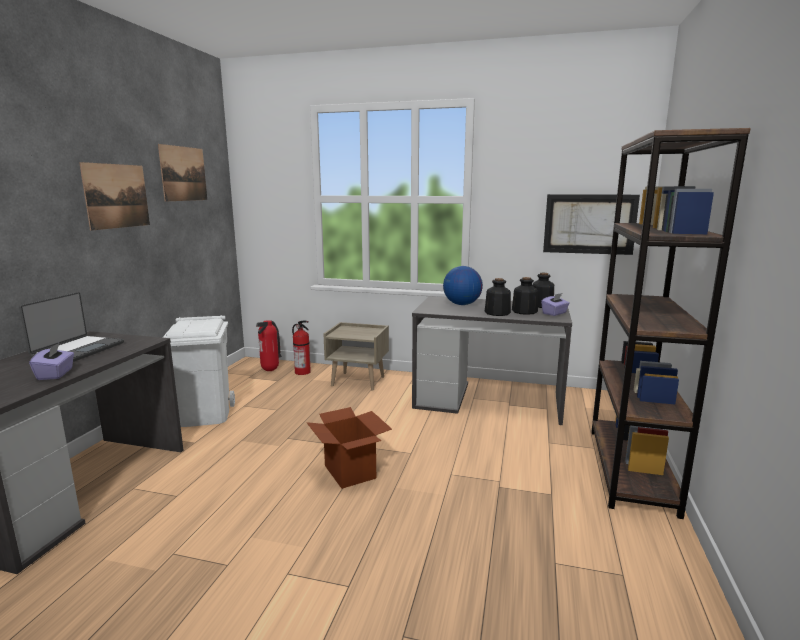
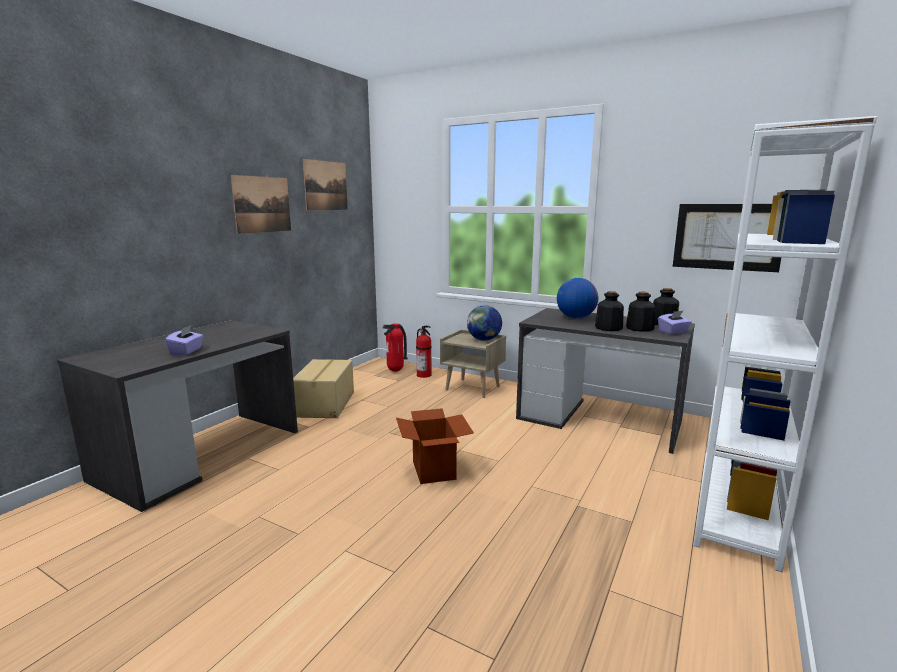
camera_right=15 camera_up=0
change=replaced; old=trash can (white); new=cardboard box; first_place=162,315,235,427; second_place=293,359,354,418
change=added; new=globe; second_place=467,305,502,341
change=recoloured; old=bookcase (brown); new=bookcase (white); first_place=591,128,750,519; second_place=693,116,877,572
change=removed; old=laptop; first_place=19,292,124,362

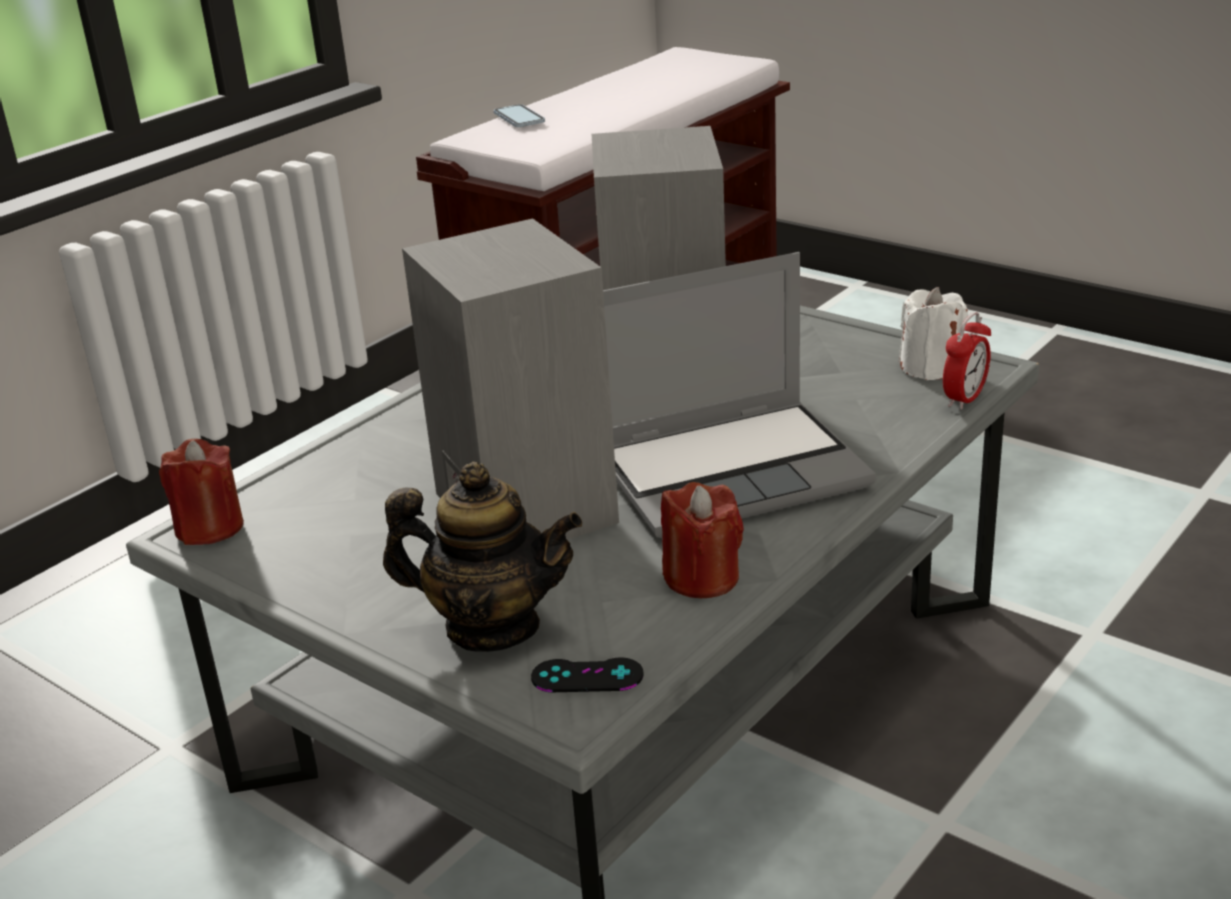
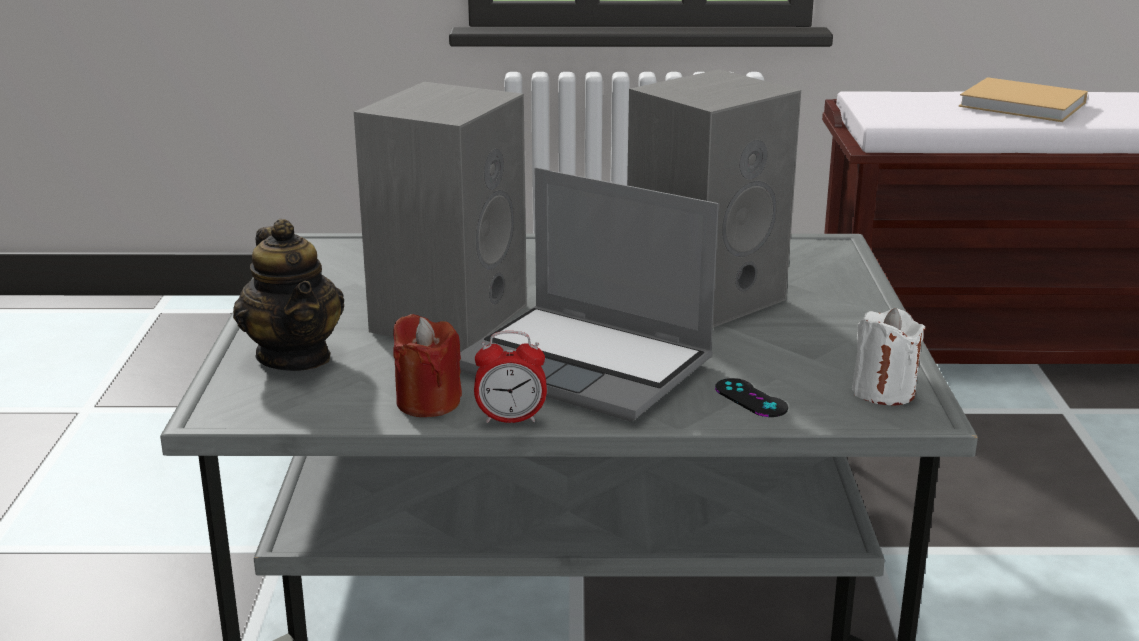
camera_right=50 camera_up=-5
change=moved; old=alarm clock; first_place=943,312,991,410; second_place=474,331,547,423
change=moved; old=game controller (black); first_place=531,657,644,692; second_place=715,378,788,417
change=added; new=book (beige); second_place=959,77,1088,122
change=removed; old=candle (red); first_place=159,439,244,545
change=removed; old=phone; first_place=494,104,545,127

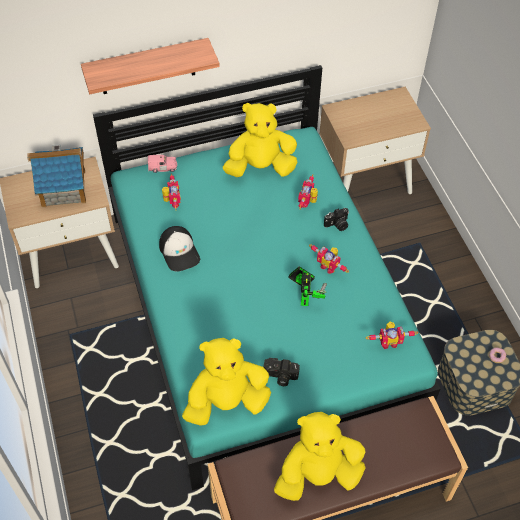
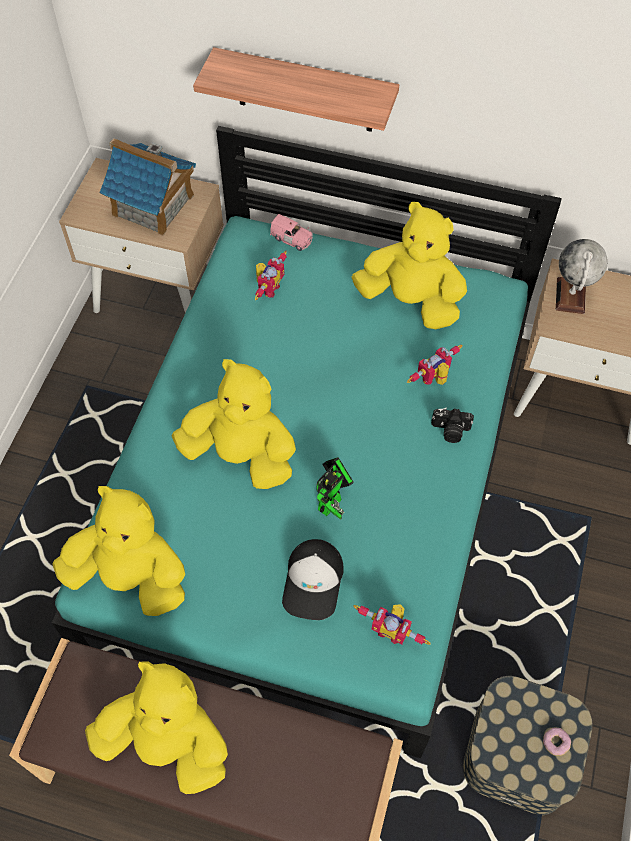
camera_right=35 camera_up=5
change=added; new=plush toy (yellow); second_place=172,359,296,489
change=moved; old=cap; first_place=159,226,200,272; second_place=282,539,344,620
change=added; new=globe; second_place=556,239,608,314
change=removed; old=photo camera; first_place=263,358,300,386
change=removed; old=toy robot; first_place=309,244,349,274

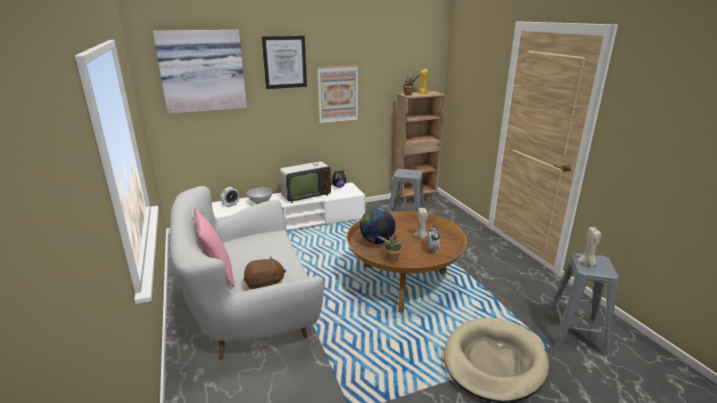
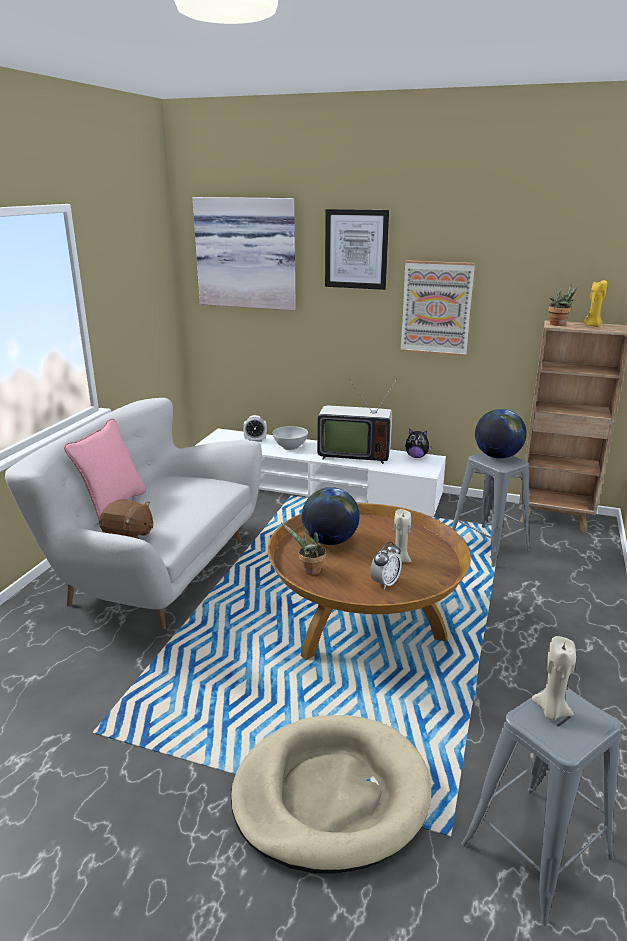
camera_right=40 camera_up=0
change=added; new=globe; second_place=475,409,527,459

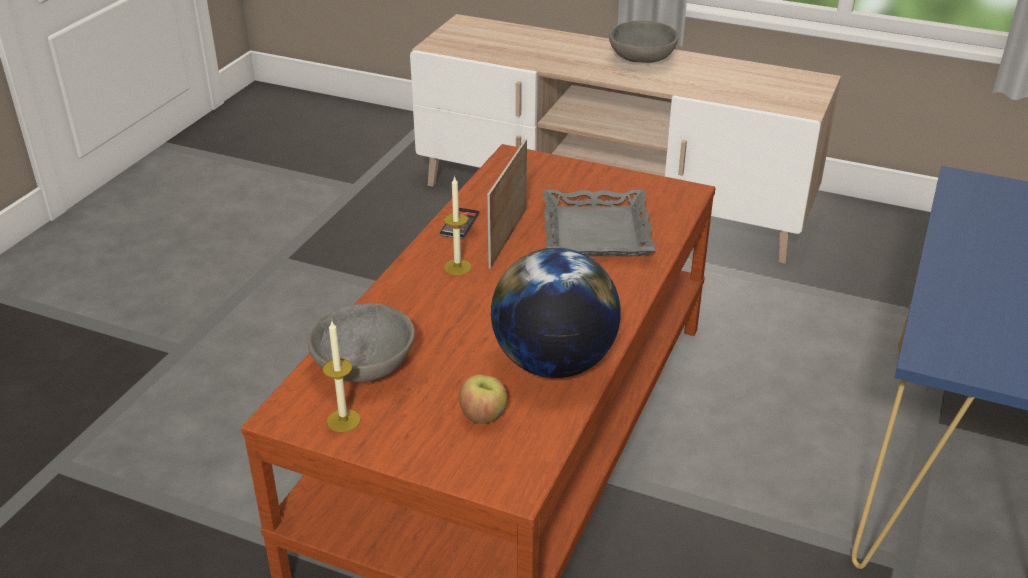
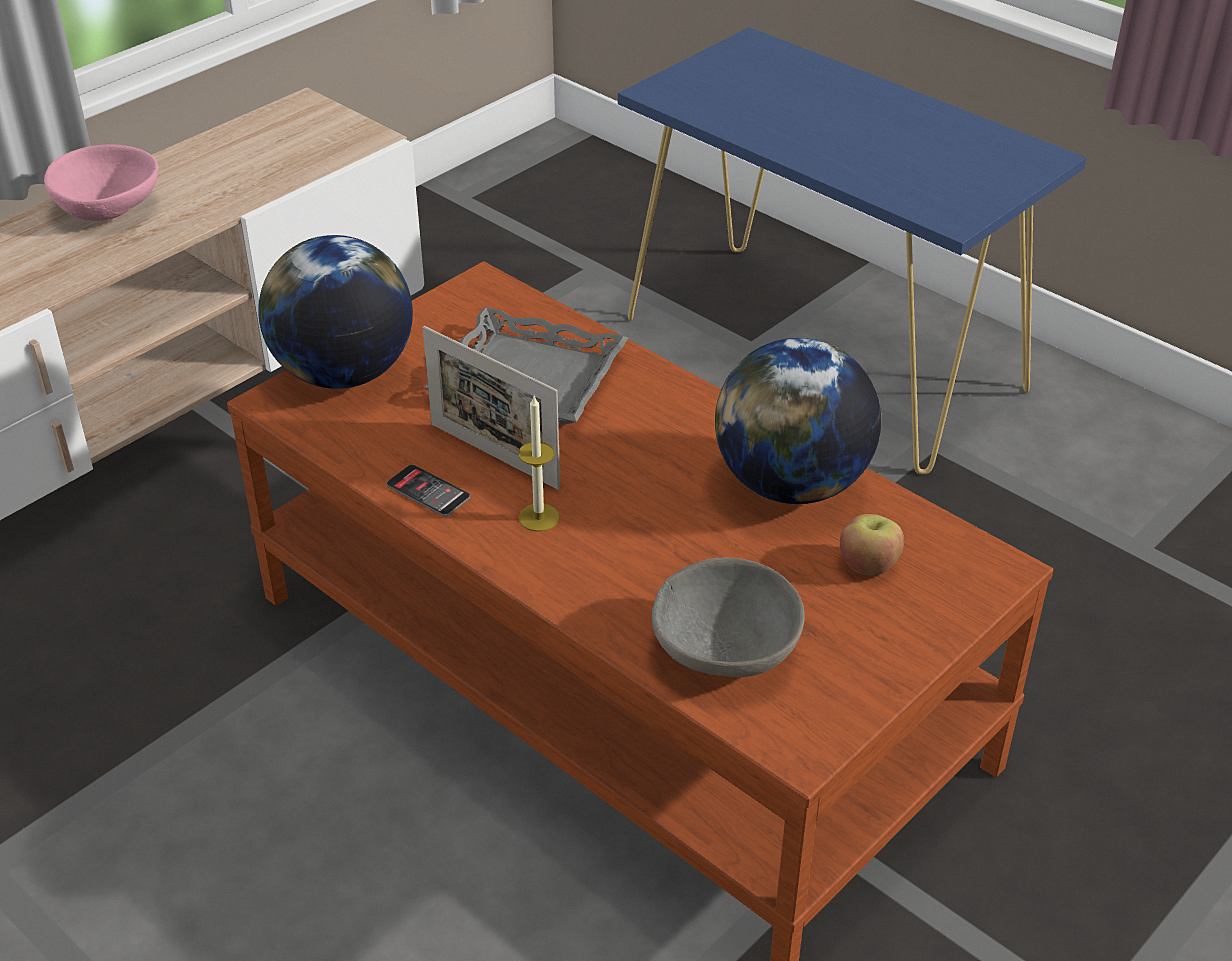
camera_right=-70 camera_up=5
change=recoloured; old=bowl (grey); new=bowl (pink); first_place=609,21,679,63; second_place=44,144,158,221
change=added; new=globe; second_place=258,235,413,389
change=removed; old=candle; first_place=322,321,361,432

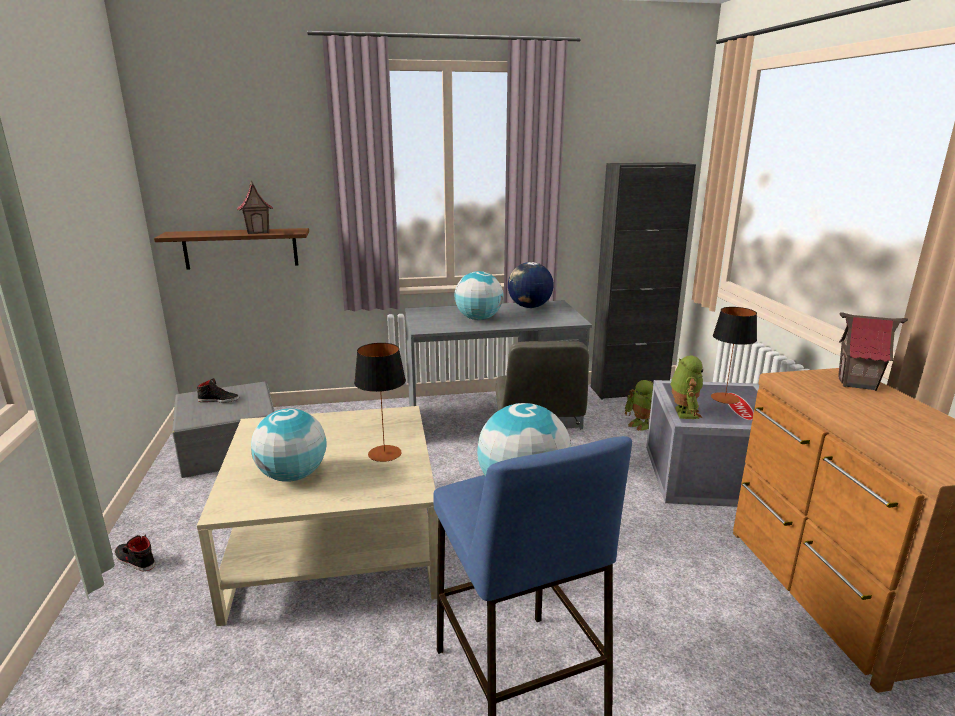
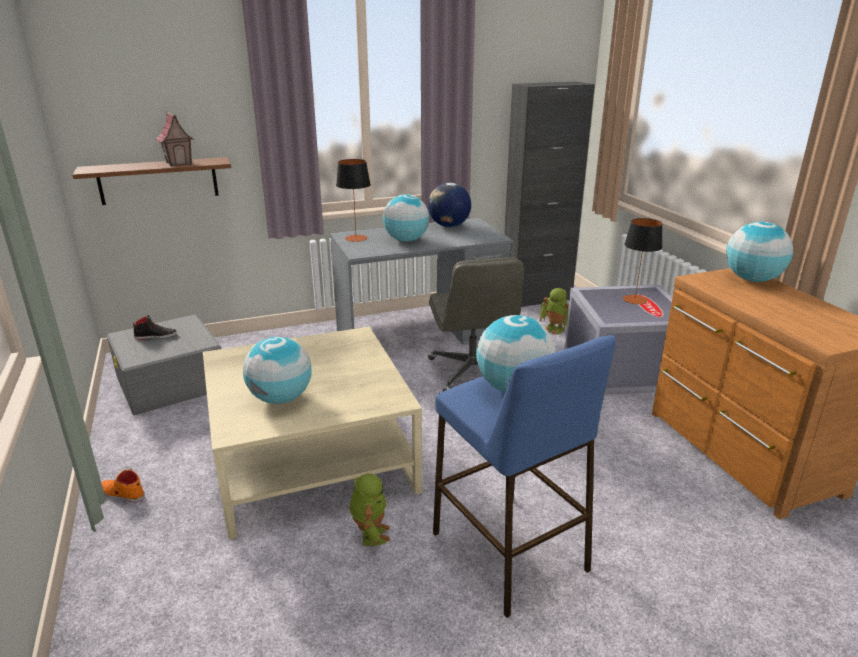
camera_right=-10 camera_up=5
change=recoloured; old=shoe (black); new=shoe (orange); first_place=115,534,155,572; second_place=101,468,145,503
change=moved; old=table lamp; first_place=354,343,406,462; second_place=336,159,371,242
change=moved; old=toy robot; first_place=670,356,703,419; second_place=349,474,390,546
change=replaced; old=toy house; new=globe; first_place=838,312,908,391; second_place=726,221,793,282

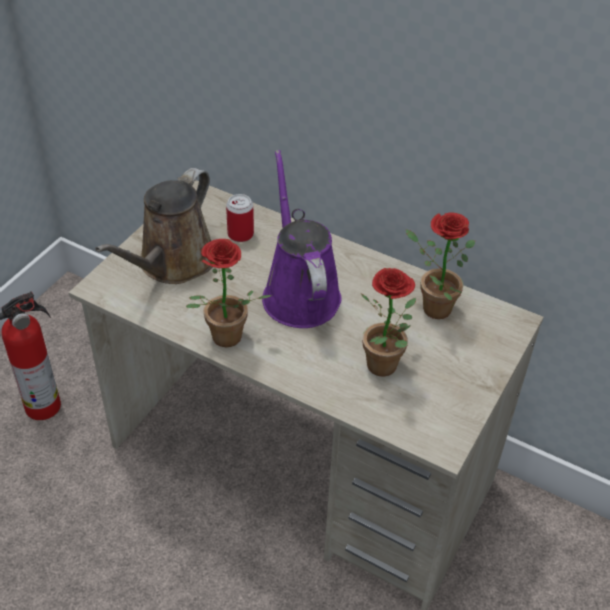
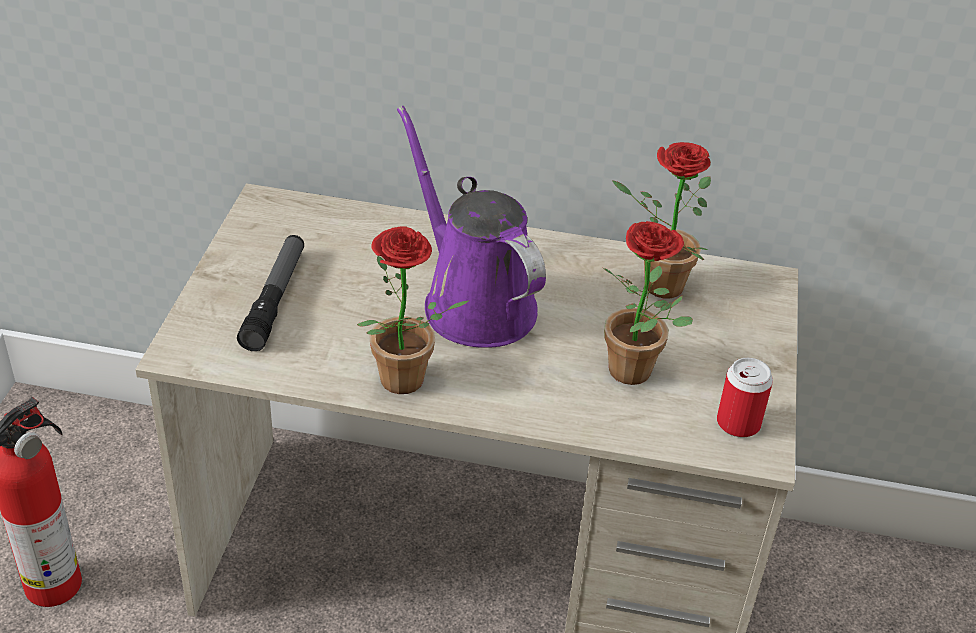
camera_right=-20 camera_up=-5
change=replaced; old=watering can (brown); new=flashlight; first_place=95,168,212,284; second_place=237,235,304,351
change=moved; old=can; first_place=226,194,254,242; second_place=717,358,773,438

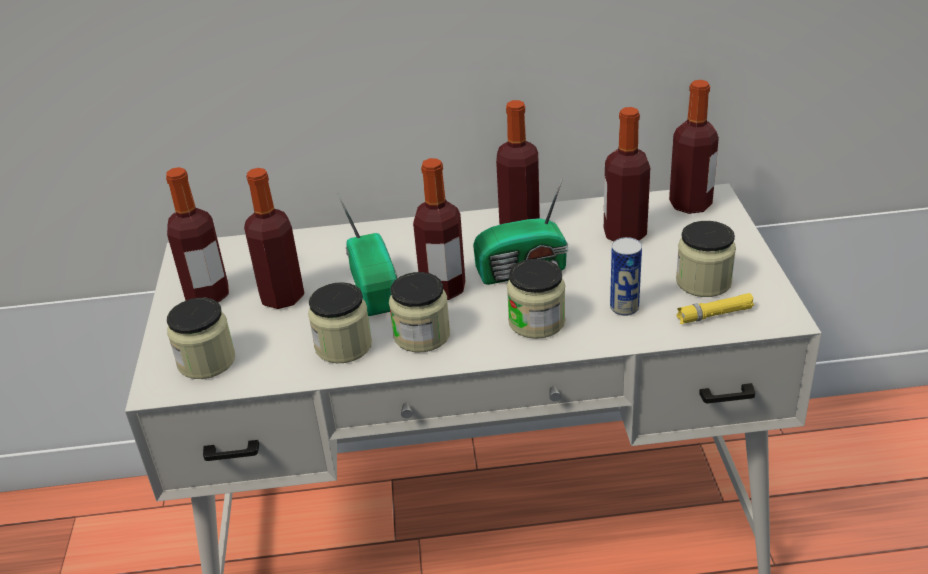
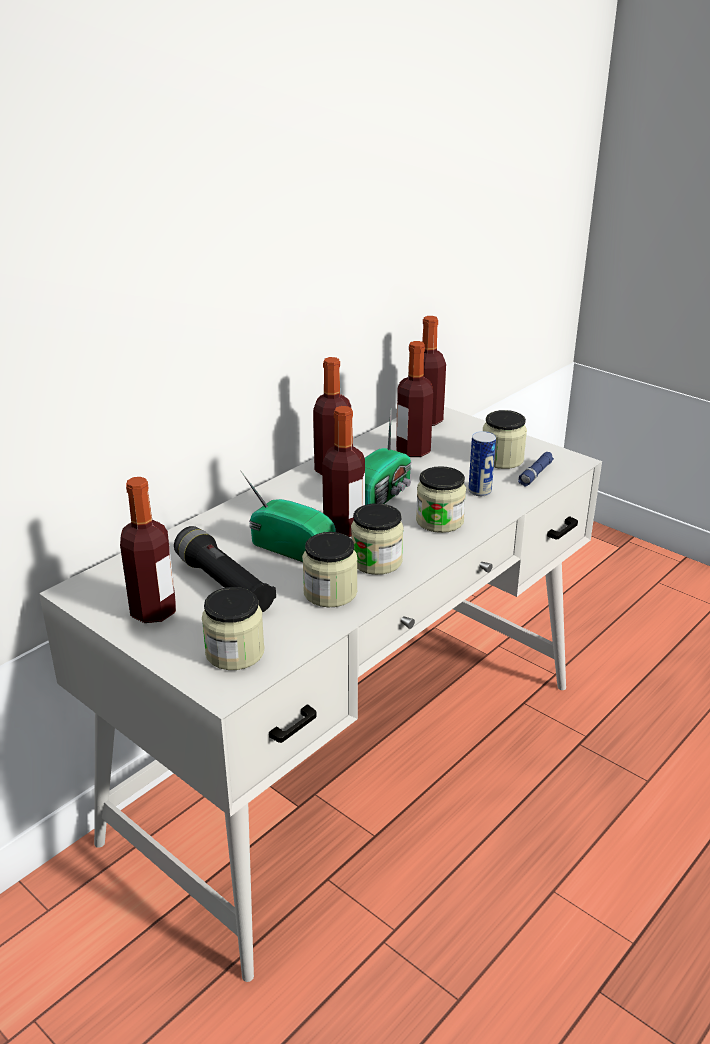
camera_right=-45 camera_up=-5
change=replaced; old=bottle; new=flashlight (black); first_place=244,168,305,309; second_place=174,526,276,613
change=recoloured; old=flashlight (yellow); new=flashlight (blue); first_place=676,293,754,324; second_place=518,452,554,486

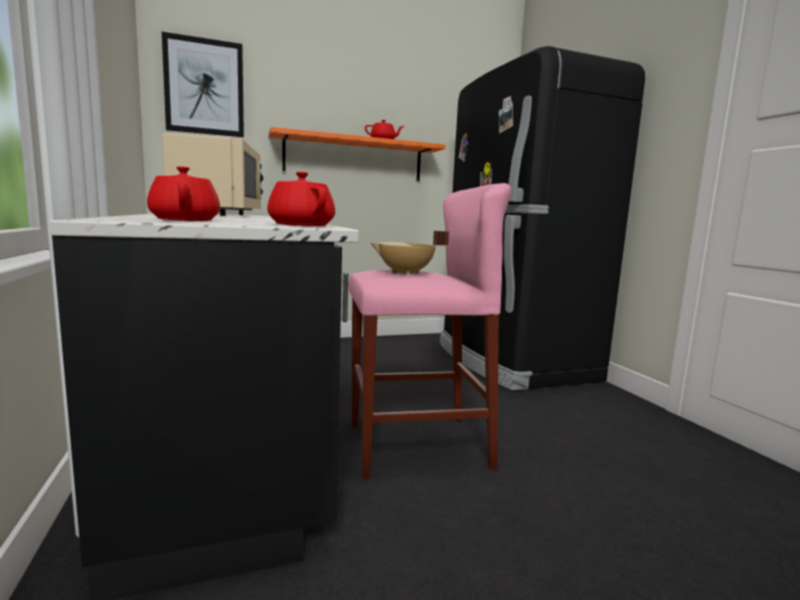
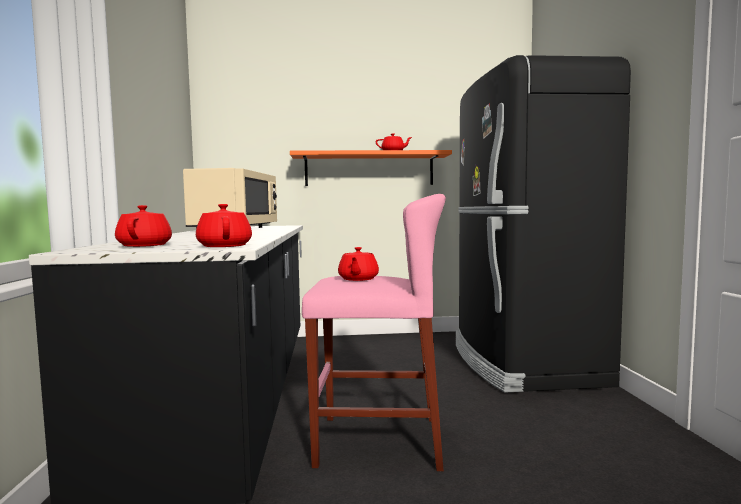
camera_right=15 camera_up=-5
change=replaced; old=cooking pot (beige); new=teapot (red); first_place=371,231,449,275; second_place=338,247,379,281
change=removed; old=picture; first_place=162,32,244,137

